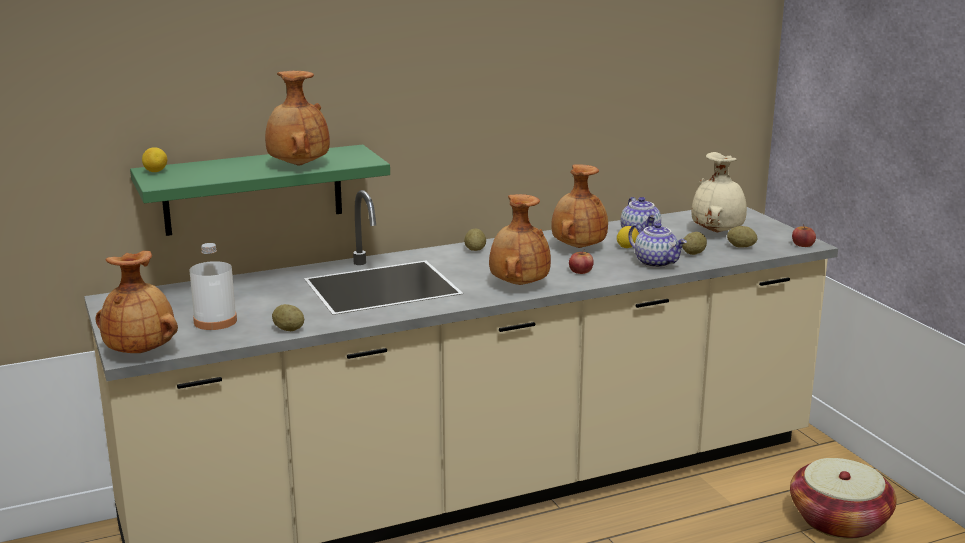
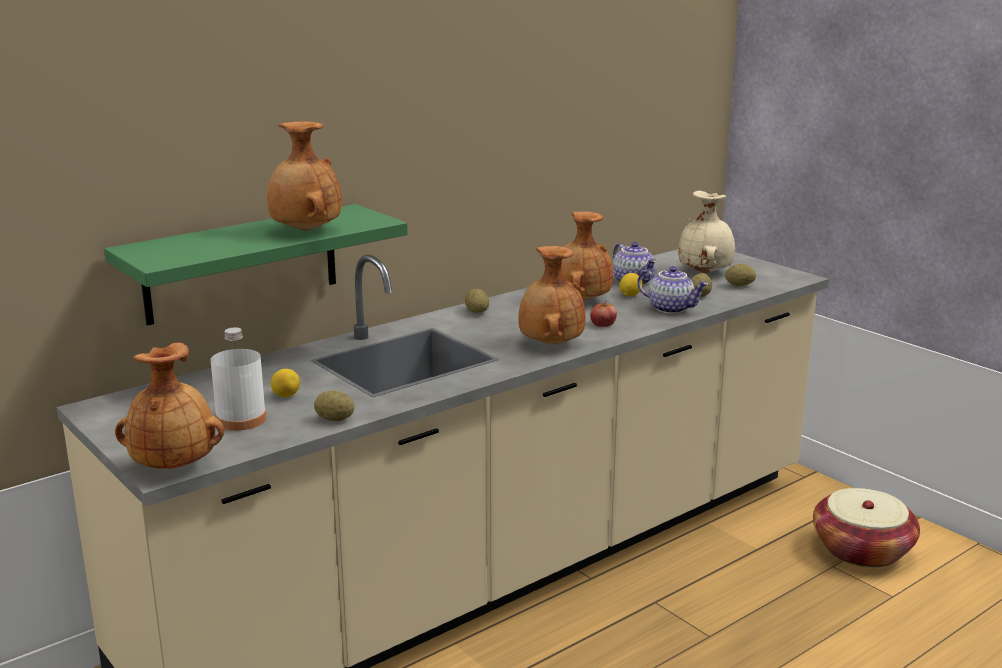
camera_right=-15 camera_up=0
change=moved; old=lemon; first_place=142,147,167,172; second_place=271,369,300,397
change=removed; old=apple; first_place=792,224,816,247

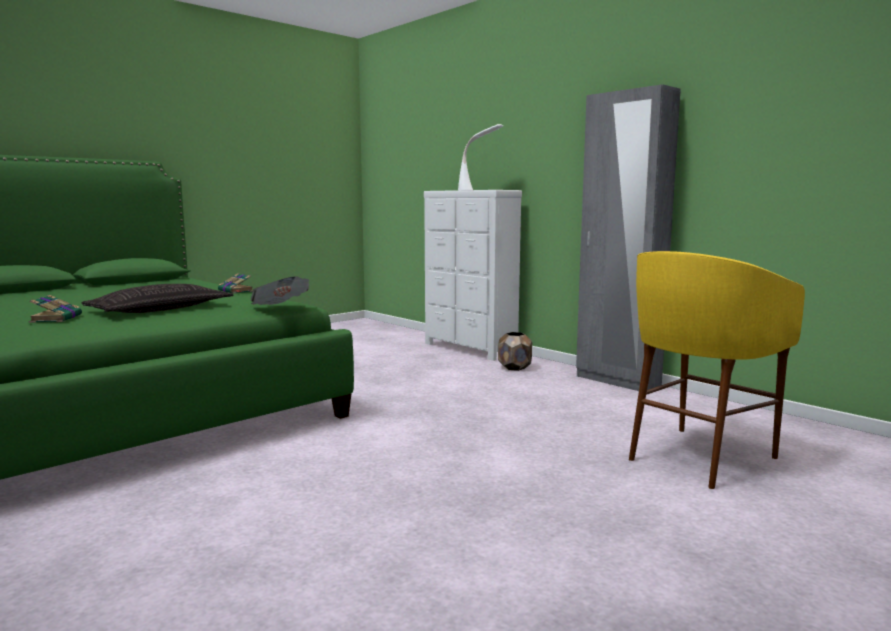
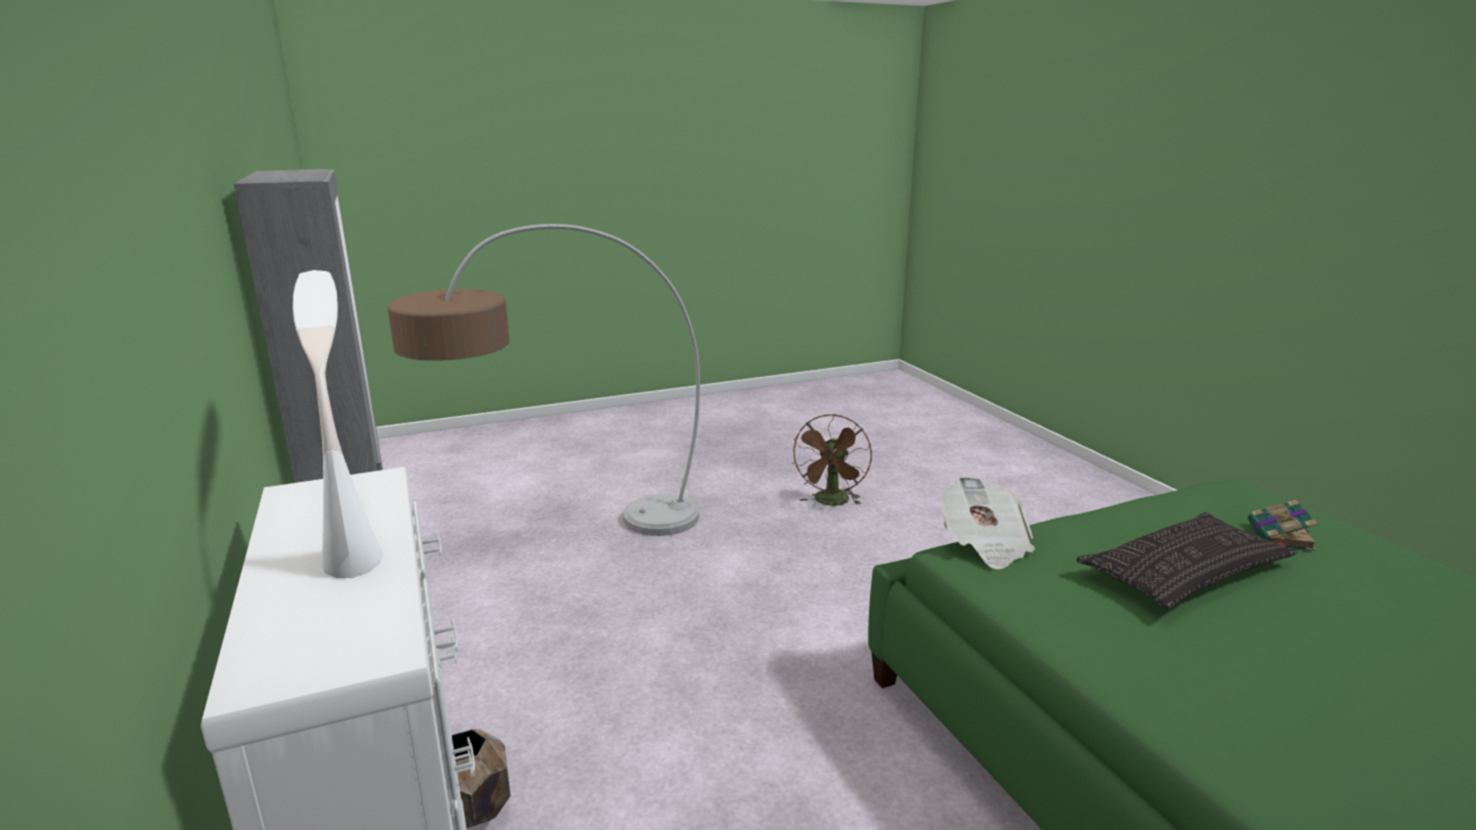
camera_right=-160 camera_up=10
change=replaced; old=stool (yellow); new=floor lamp; first_place=629,251,805,489; second_place=388,224,700,536
change=added; new=fan (brown); second_place=793,414,872,506
change=removed; old=book; first_place=218,273,253,294

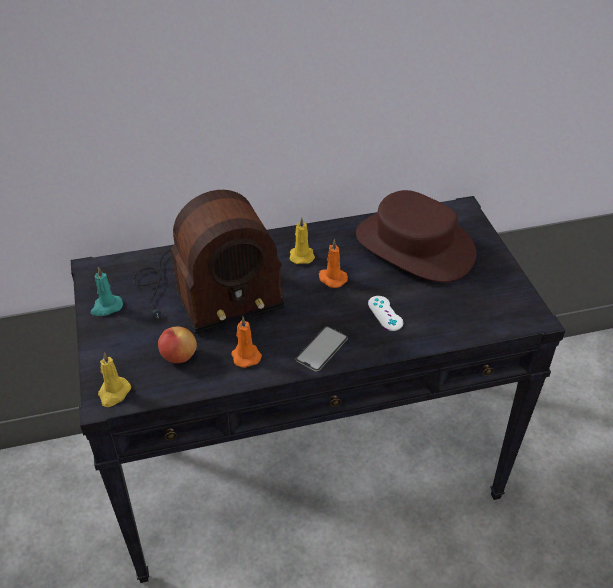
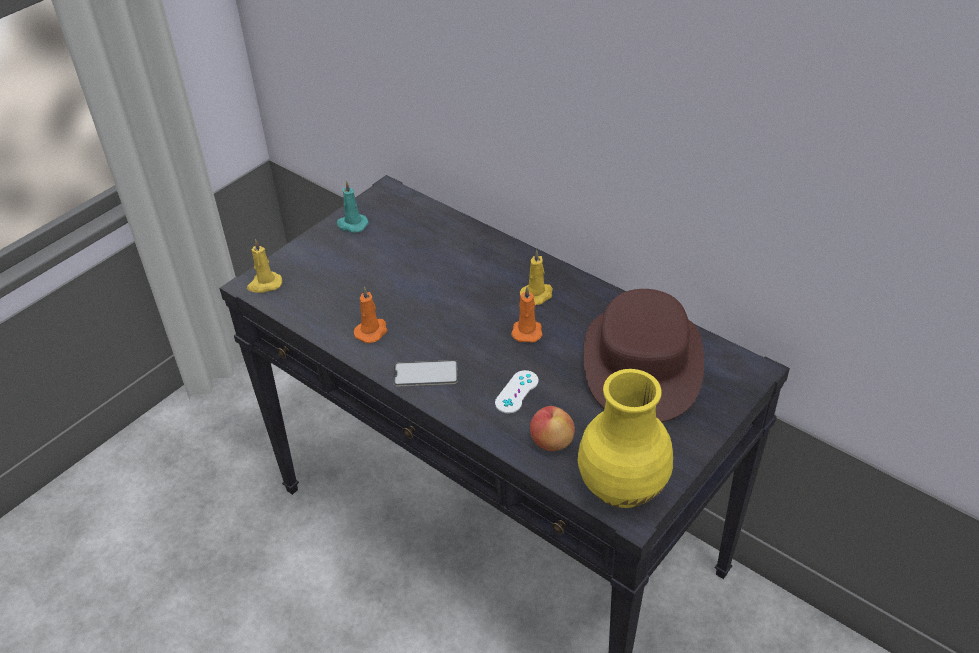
camera_right=55 camera_up=0
change=moved; old=apple; first_place=158,327,197,363; second_place=530,406,575,451
change=added; new=vase (yellow); second_place=578,369,673,508
change=removed; old=radio; first_place=133,190,284,334

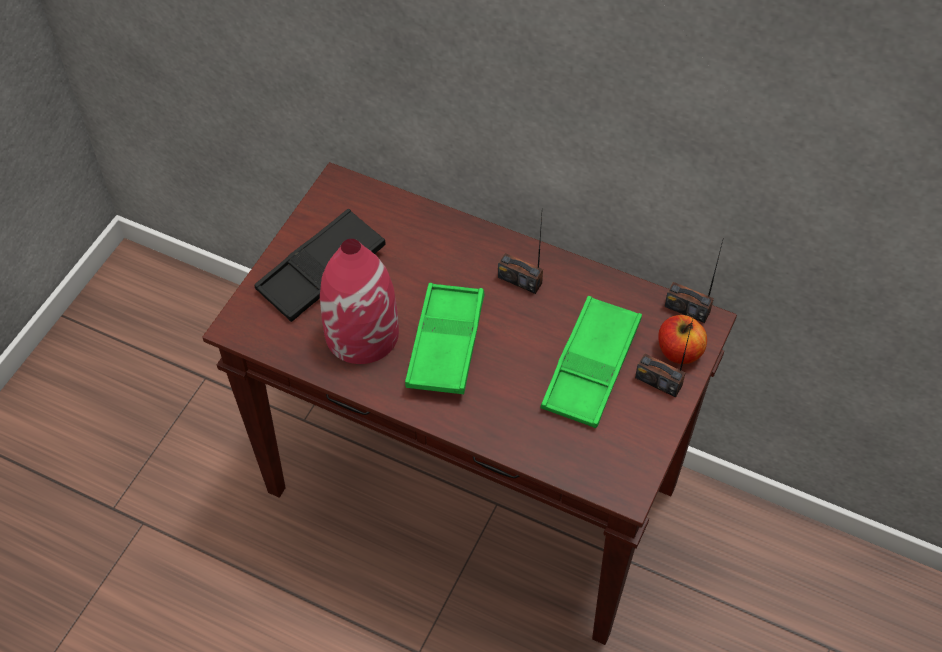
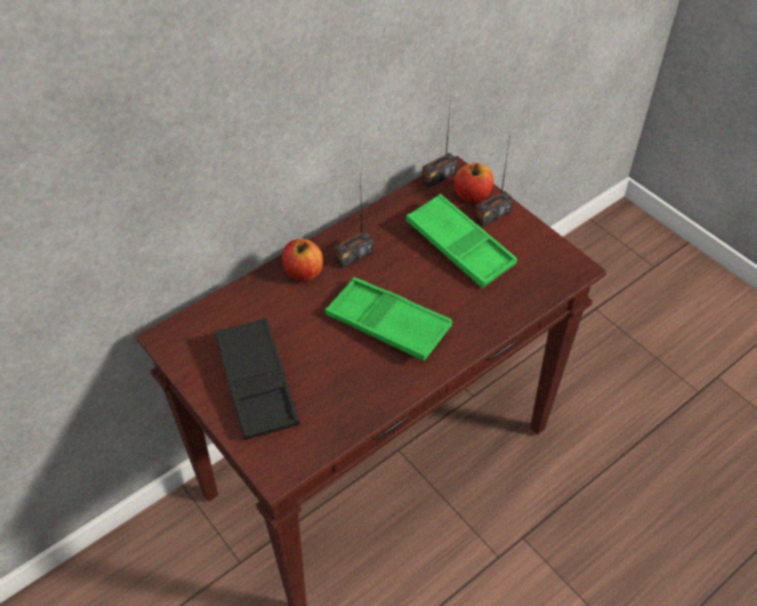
camera_right=-65 camera_up=-5
change=added; new=apple; second_place=282,239,323,281
change=removed; old=vase (red); first_place=320,239,399,364

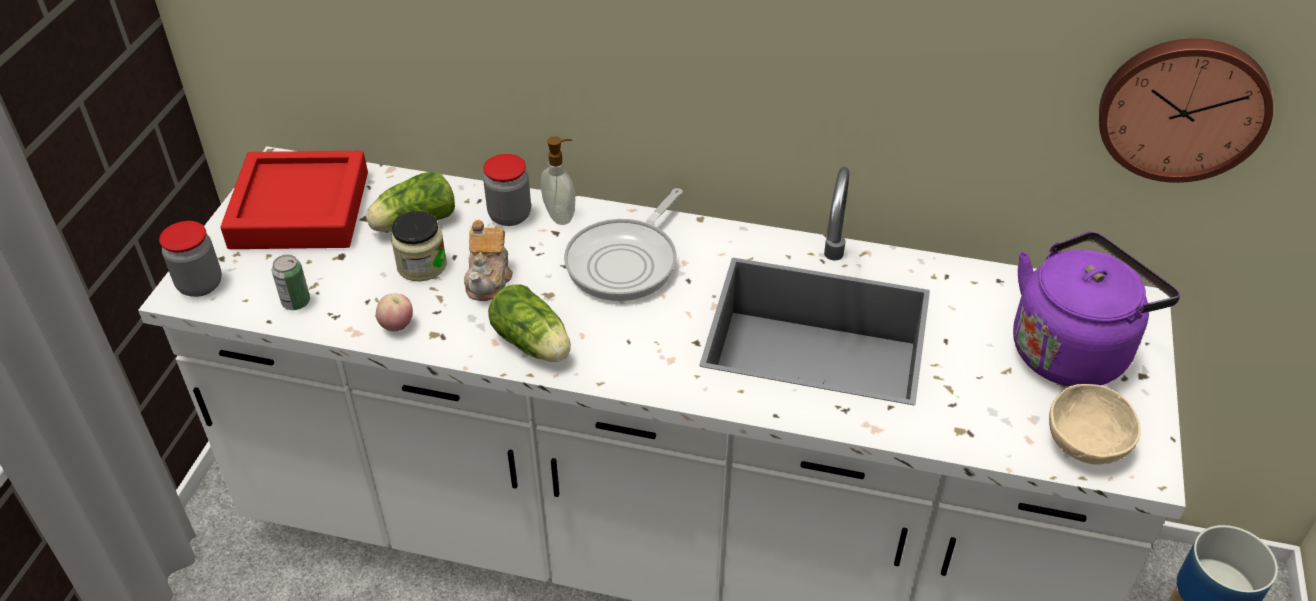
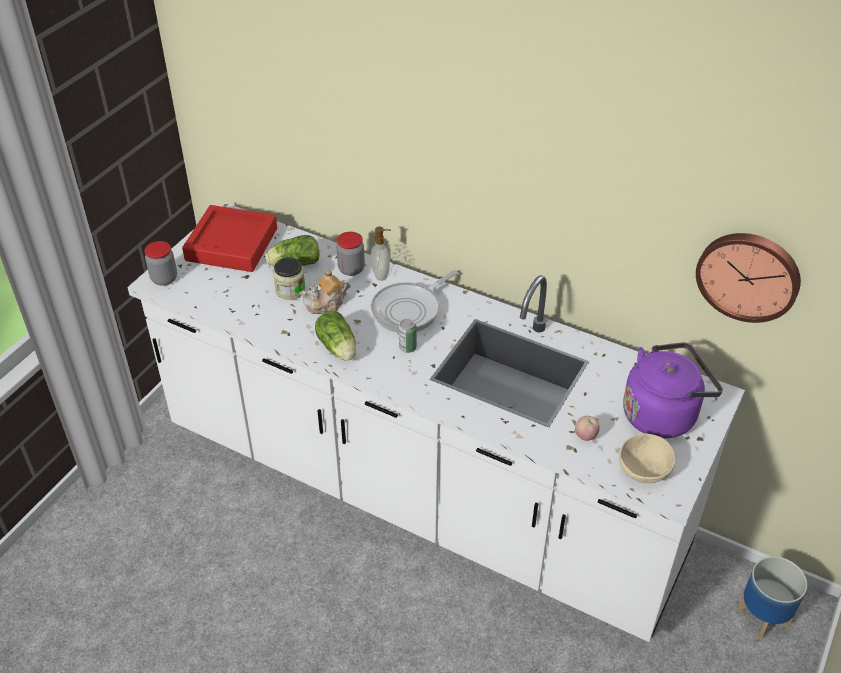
camera_right=15 camera_up=0
change=turned; old=teapot; first_place=464,220,513,301; second_place=299,269,351,314; degrees=45
change=moved; old=can; first_place=272,255,310,310; second_place=399,319,417,353
change=moved; old=apple; first_place=376,294,413,331; second_place=575,416,600,441

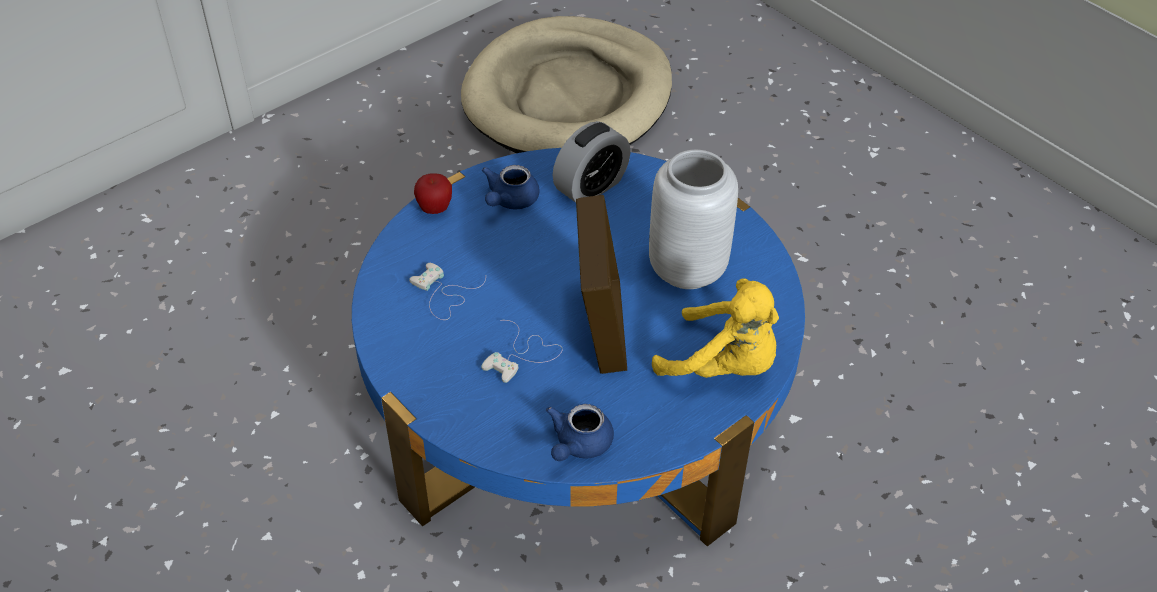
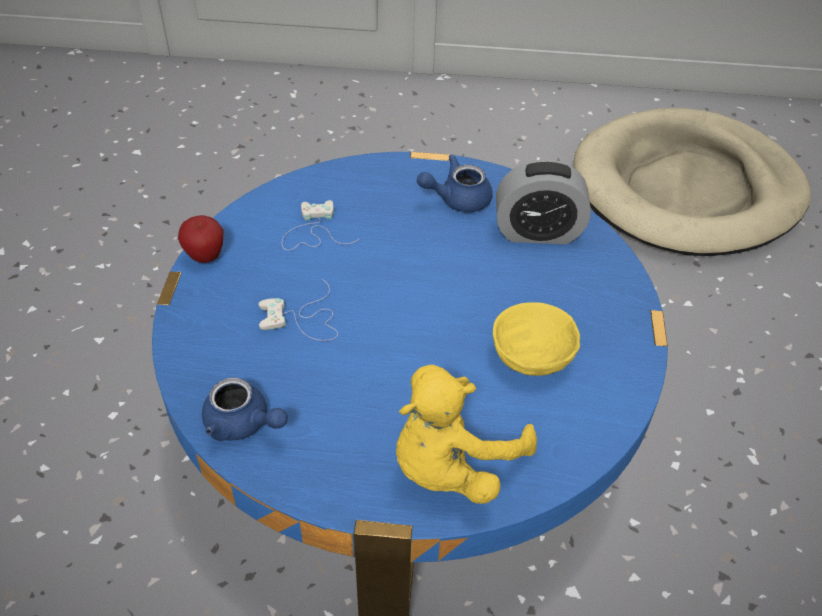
camera_right=45 camera_up=0
change=moved; old=apple; first_place=414,173,452,214; second_place=178,215,224,263
change=turned; old=teapot (blue); first_place=546,404,614,461; second_place=202,378,288,441; degrees=-135
change=turned; old=plush toy (yellow); first_place=652,278,779,378; second_place=396,365,537,504; degrees=60
change=replaced; old=vase (grey); new=bowl (yellow); first_place=649,150,738,289; second_place=493,302,580,376
change=removed; old=picture frame; first_place=576,195,627,374

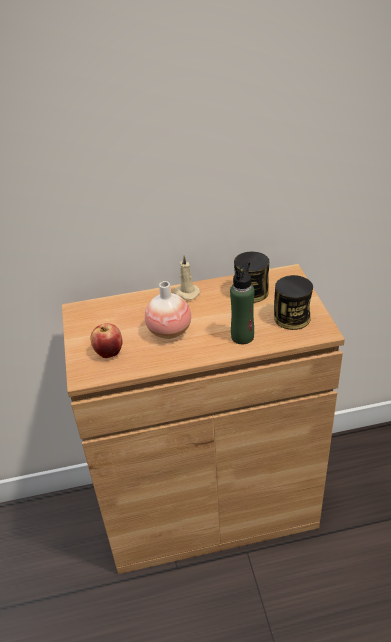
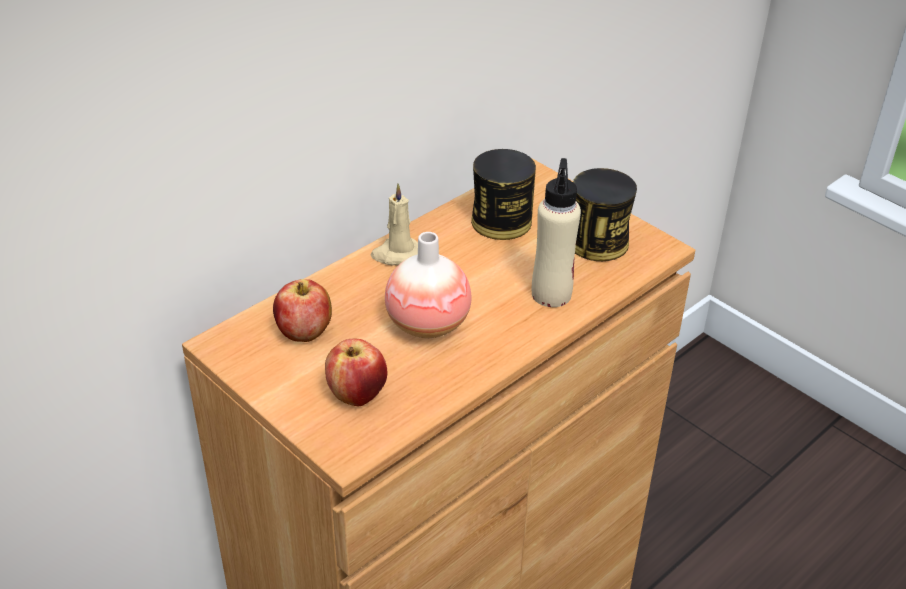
camera_right=-35 camera_up=0
change=added; new=apple; second_place=273,279,332,342
change=recoloured; old=bottle (green); new=bottle (beige); first_place=230,261,254,344; second_place=532,158,581,307

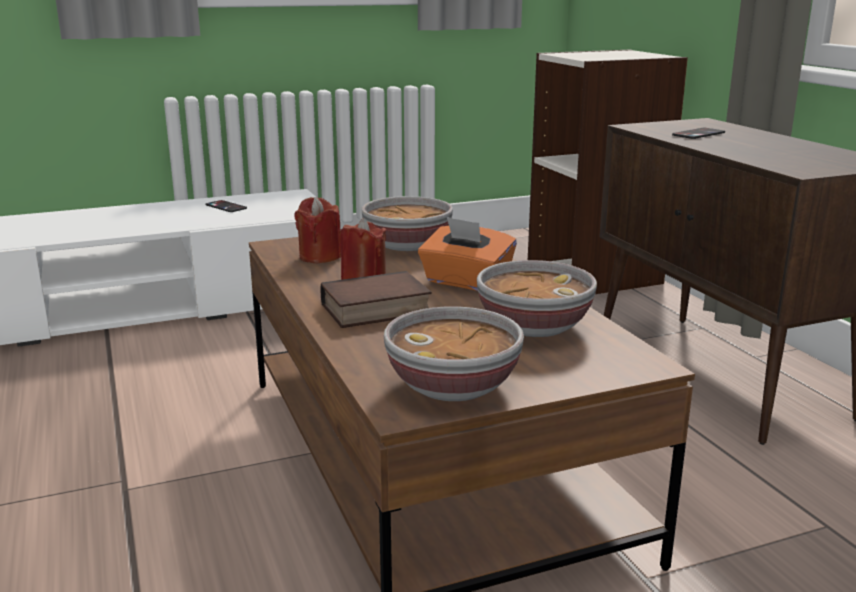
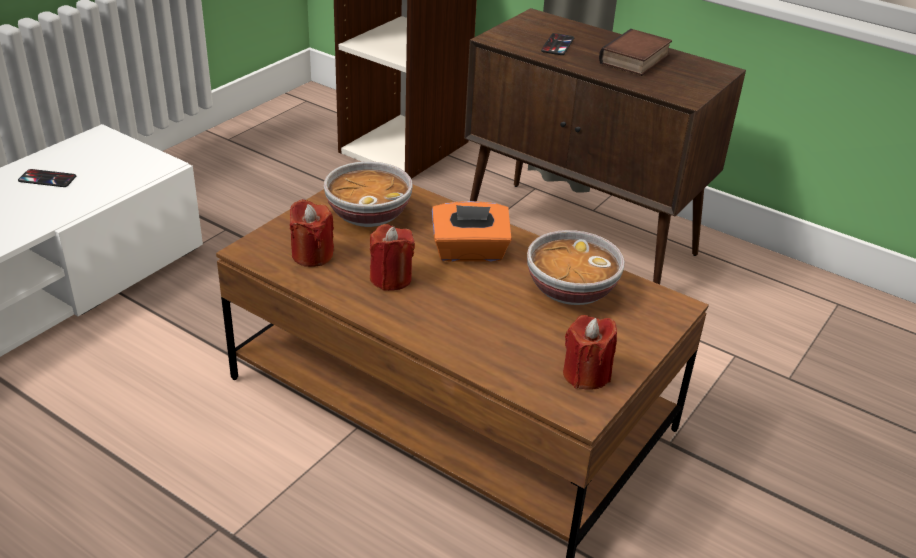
camera_right=-35 camera_up=15
change=replaced; old=bowl; new=candle (red); first_place=384,306,524,401; second_place=563,315,617,390
change=moved; old=book; first_place=320,271,432,328; second_place=599,29,672,76

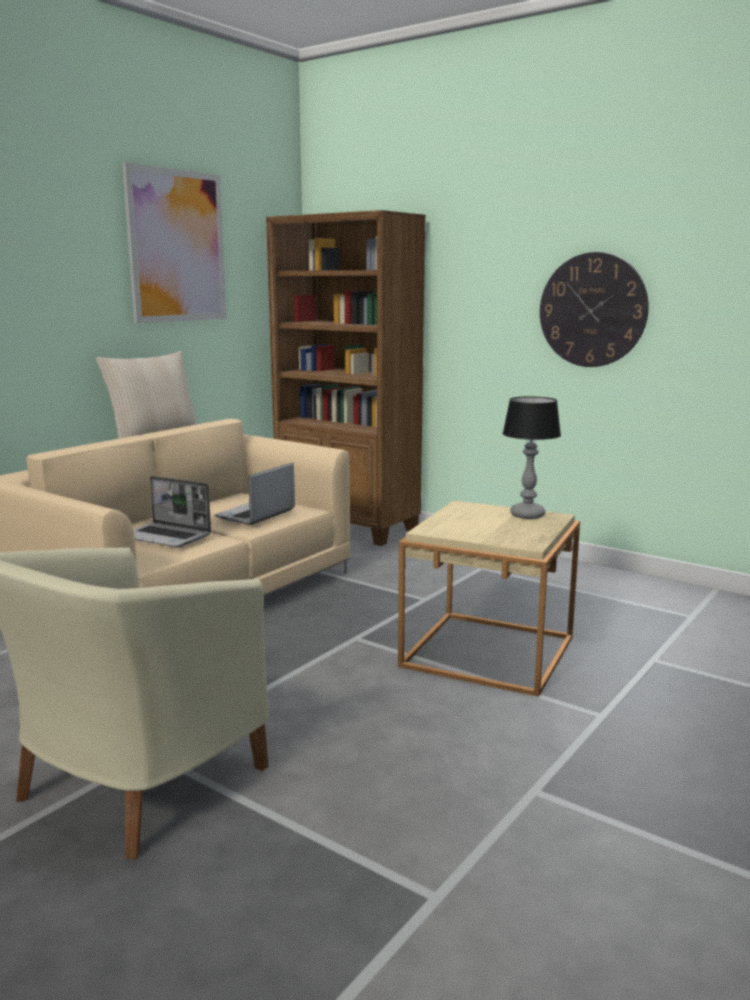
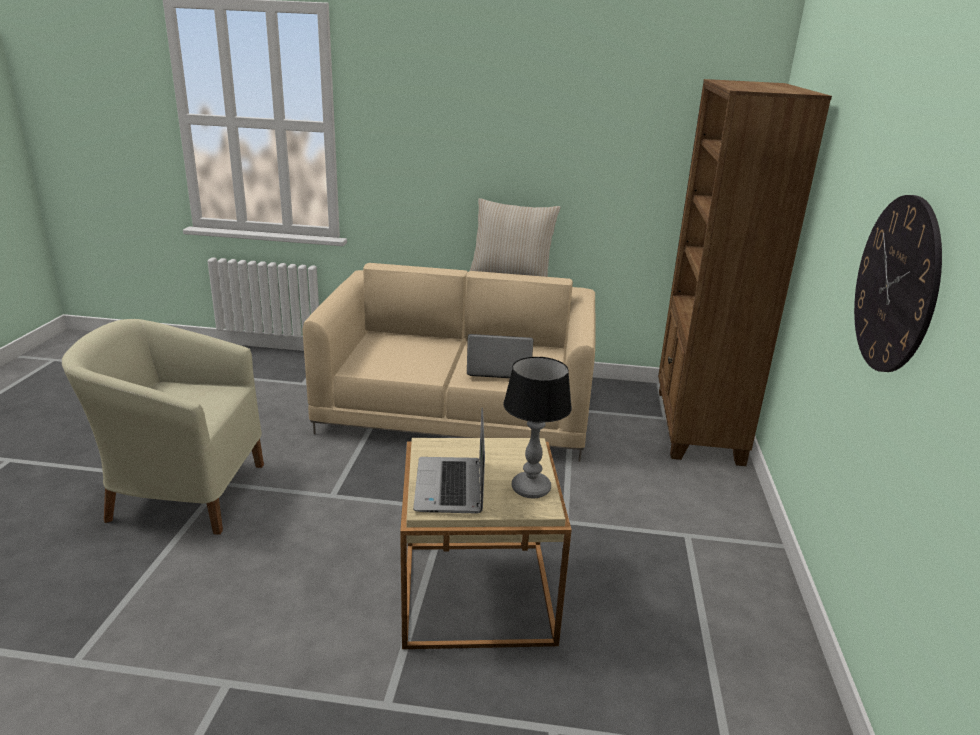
camera_right=60 camera_up=10
change=moved; old=laptop; first_place=133,476,211,547; second_place=413,408,485,513
change=removed; old=picture; first_place=122,162,227,323

